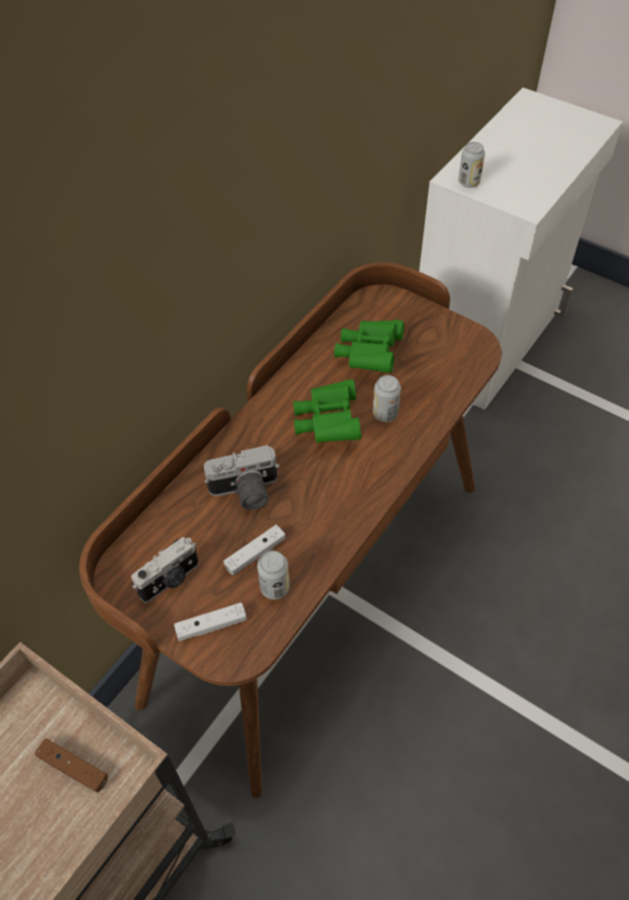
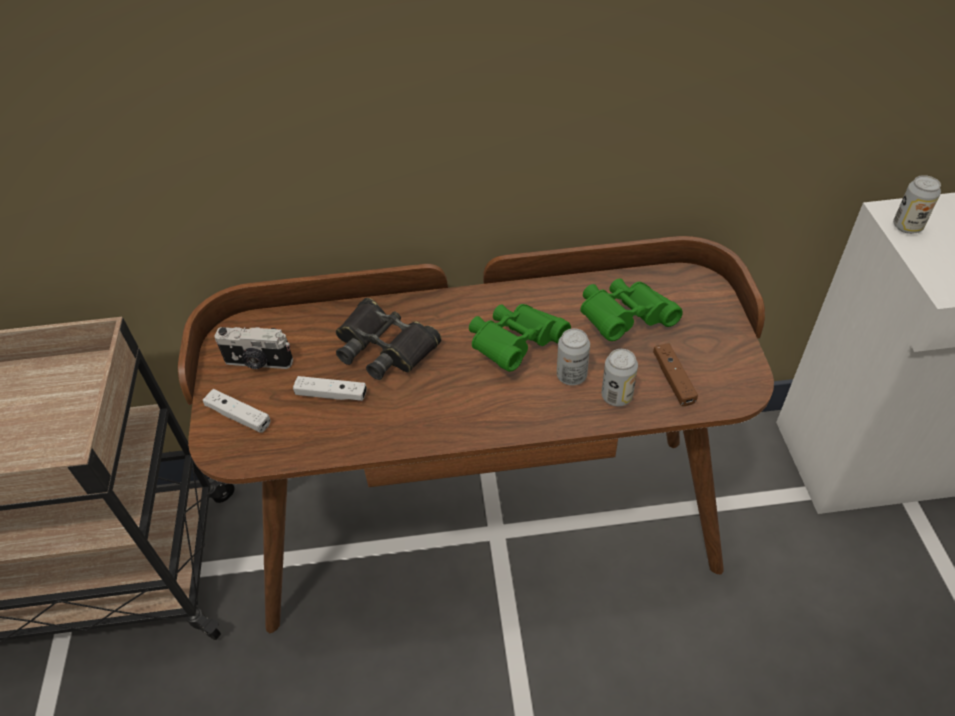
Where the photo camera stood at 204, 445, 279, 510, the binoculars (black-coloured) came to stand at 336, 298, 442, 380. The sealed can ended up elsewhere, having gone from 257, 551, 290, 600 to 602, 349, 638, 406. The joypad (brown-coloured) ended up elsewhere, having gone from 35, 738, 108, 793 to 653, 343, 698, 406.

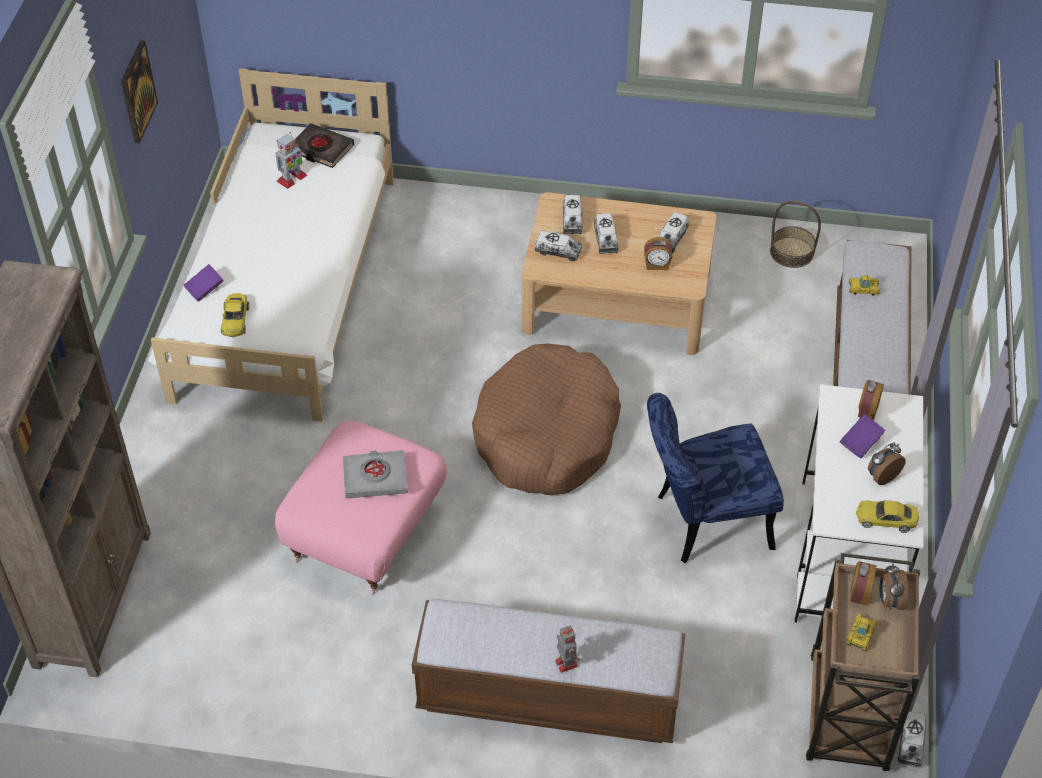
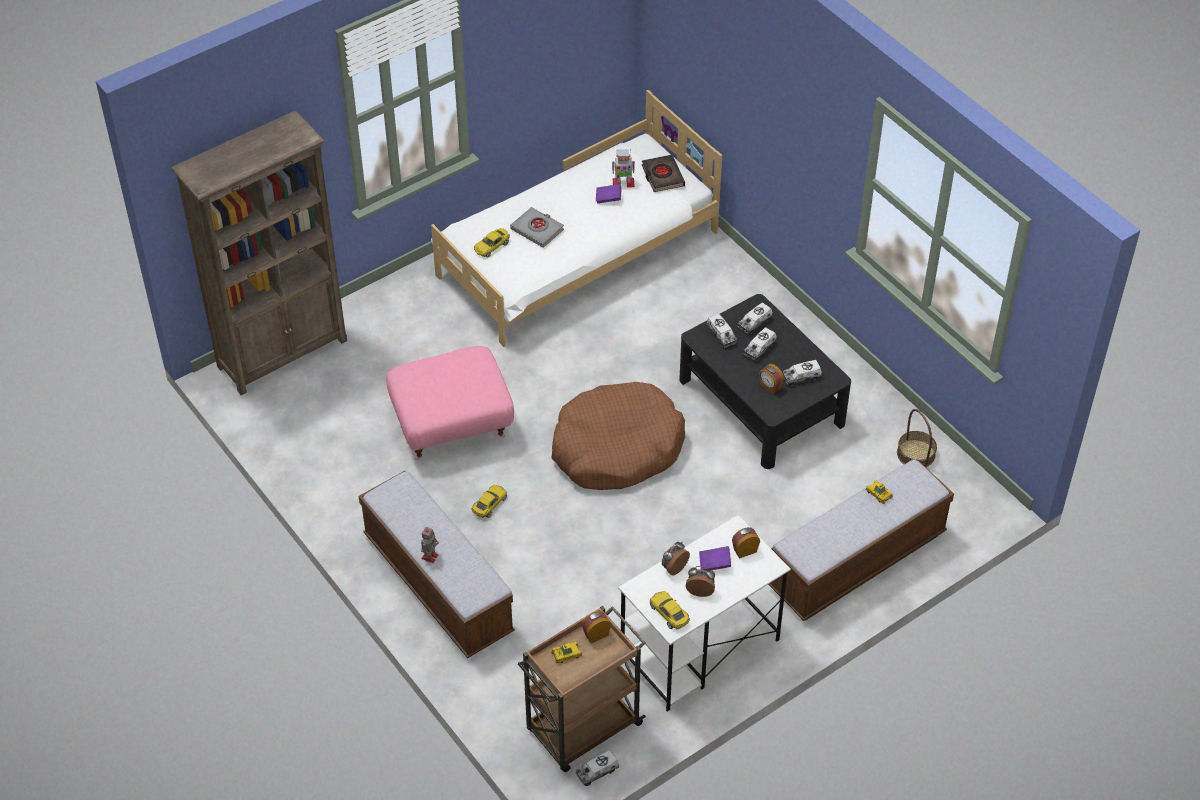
The second view lost the wall picture at 121, 40, 158, 143. What was the low table (sand-coloured) at 522, 192, 716, 355 turned into the low table (black-coloured) at 679, 294, 851, 469. The book (purple) ended up elsewhere, having gone from 183, 264, 224, 302 to 596, 184, 622, 204. The second view lost the chair (bluish) at 647, 393, 784, 563. The book (grey) ended up elsewhere, having gone from 343, 450, 408, 499 to 510, 207, 564, 248. The alarm clock ended up elsewhere, having gone from 880, 564, 909, 610 to 662, 542, 690, 575. The second view gained the toy car (yellowish) at 471, 485, 507, 518.

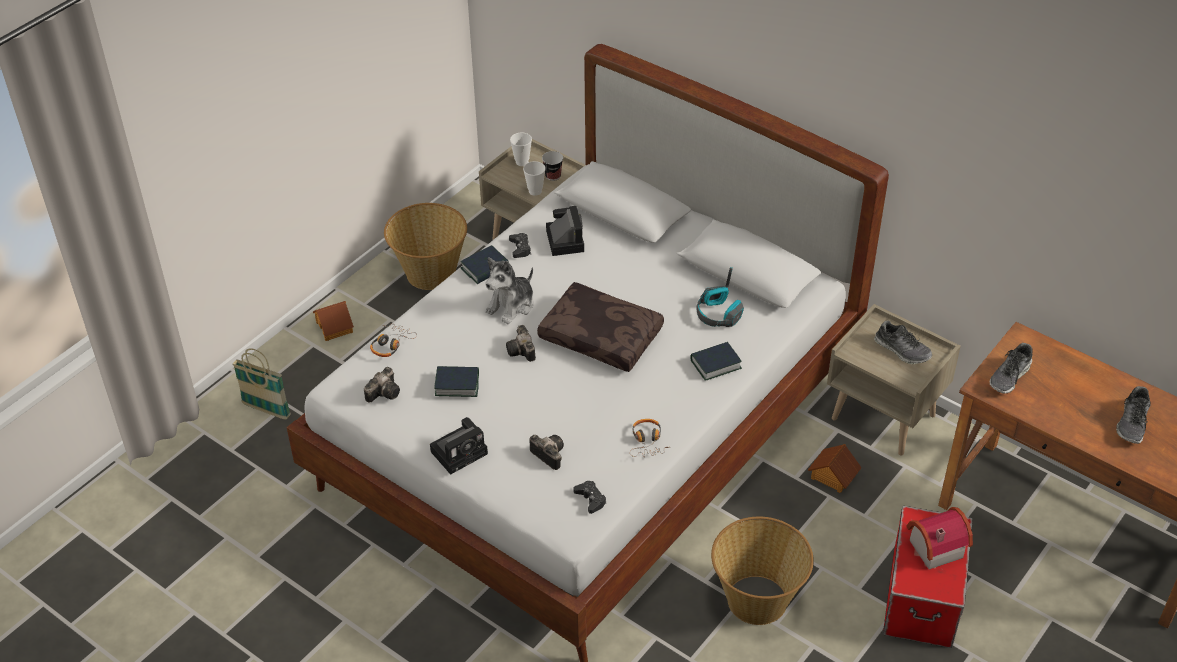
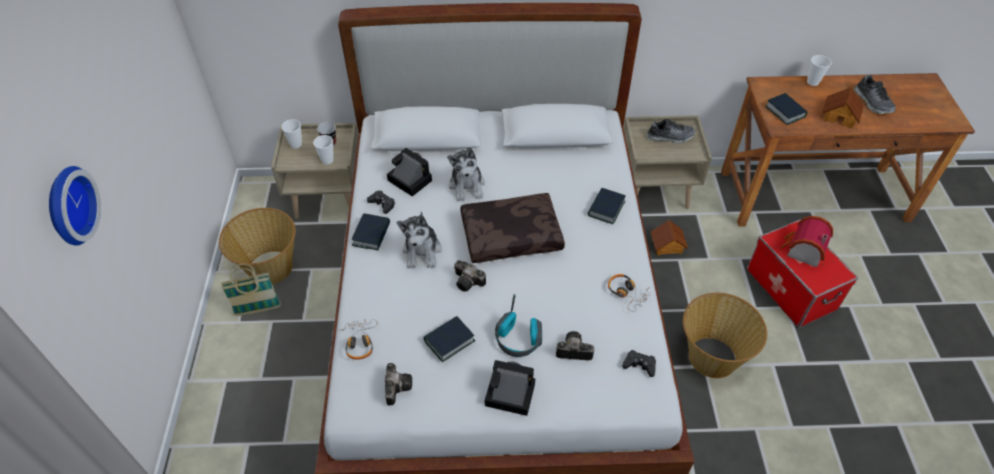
The headset ended up elsewhere, having gone from 697, 267, 744, 327 to 495, 294, 542, 357. The miniature house ended up elsewhere, having gone from 313, 301, 354, 341 to 822, 87, 864, 128. Where the item of footwear stood at 990, 343, 1032, 394, the book came to stand at 766, 93, 807, 125. The storage basket ended up elsewhere, having gone from 233, 348, 291, 420 to 221, 264, 281, 316. The photo camera at 430, 417, 488, 475 ended up facing another way, 90 degrees counterclockwise from before. The second view gained the cup at 807, 55, 832, 86. The second view gained the plush toy at 447, 147, 485, 201. The second view gained the hanging clock at 49, 166, 101, 245.

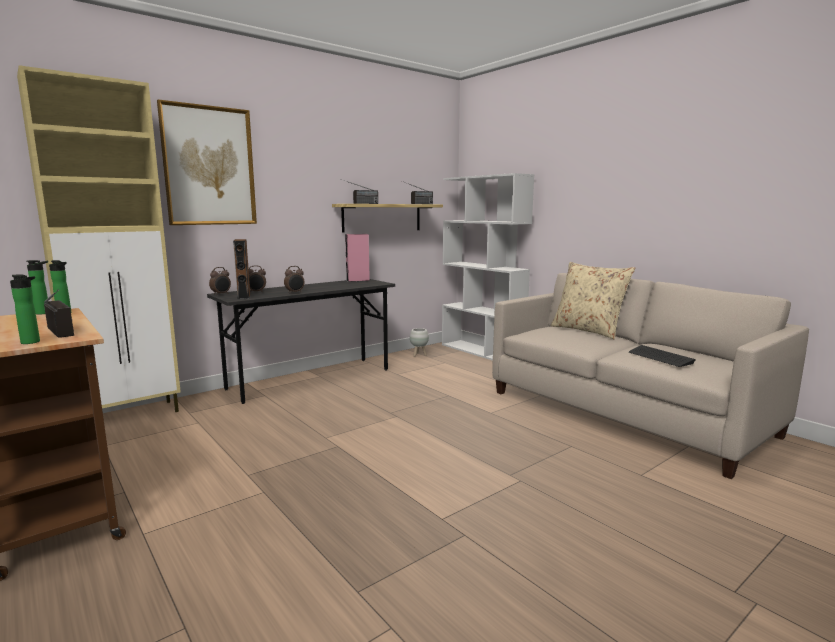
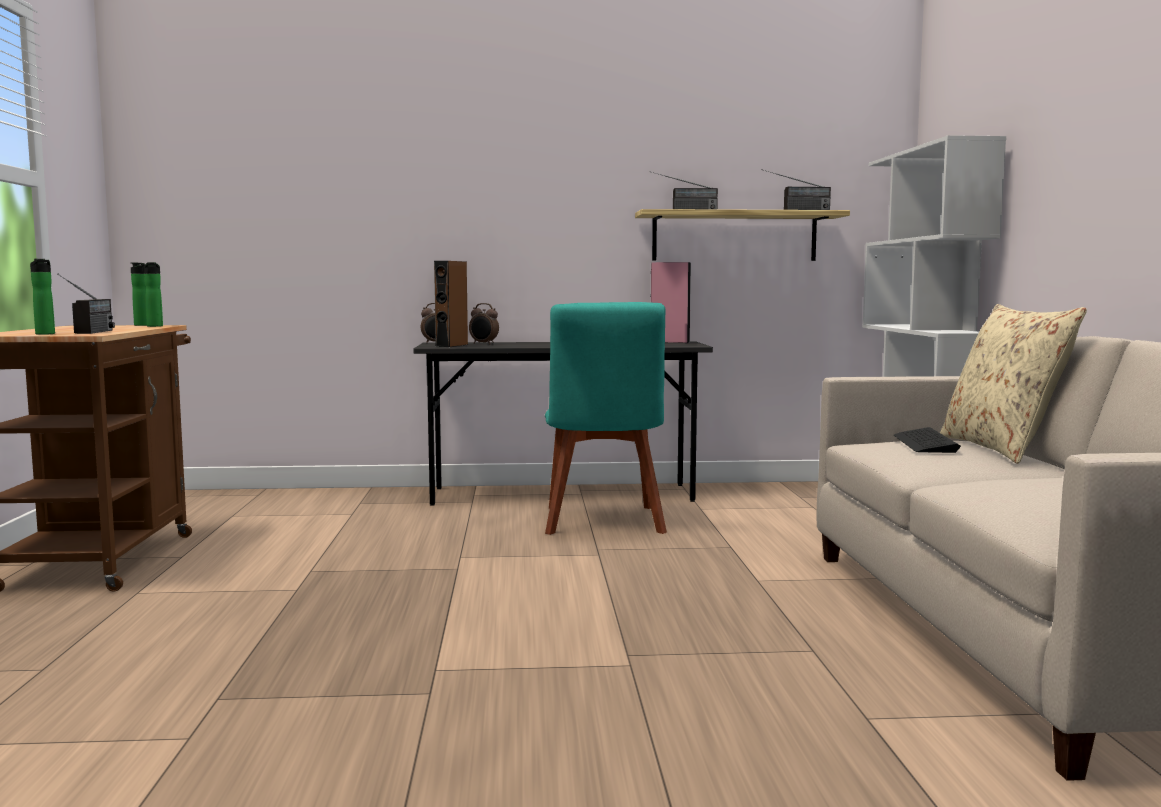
The second view lost the storage cabinet (sand-coloured) at 17, 65, 181, 412. The second view lost the wall picture at 157, 99, 257, 225. The second view lost the alarm clock at 284, 266, 305, 293. The second view lost the plant pot (whitish) at 410, 328, 429, 357. The computer keyboard ended up elsewhere, having gone from 629, 345, 696, 367 to 894, 427, 961, 453. The second view gained the chair (turquoise) at 545, 302, 667, 535.

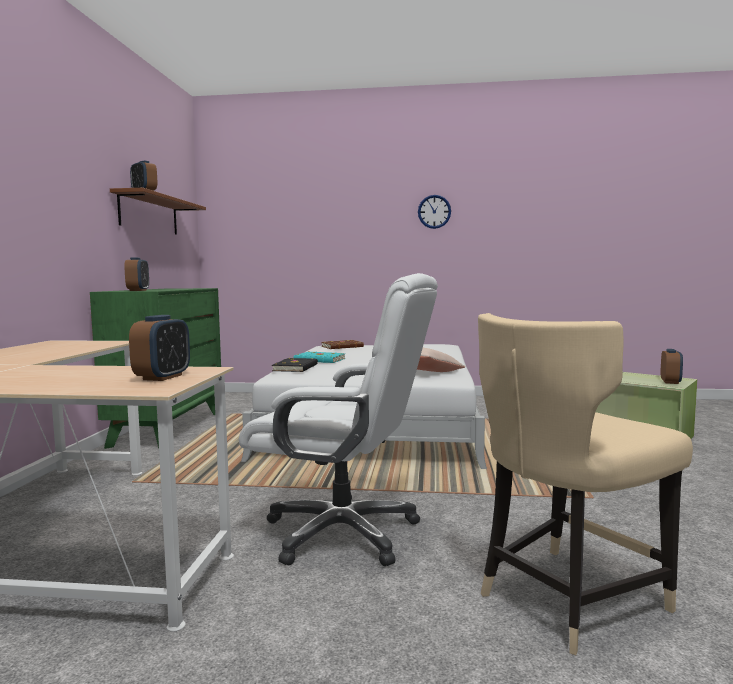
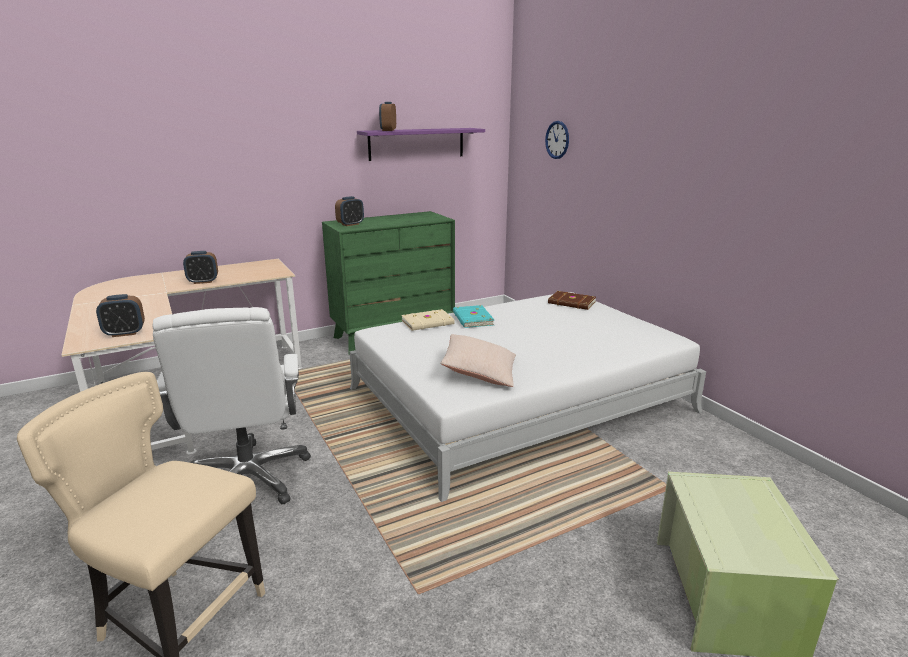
What was the bracket shelf (brown-coloured) at 110, 188, 206, 235 turned into the bracket shelf (purple) at 357, 128, 485, 161. The hanging clock ended up elsewhere, having gone from 418, 195, 451, 229 to 545, 121, 569, 159. The alarm clock ended up elsewhere, having gone from 661, 349, 683, 384 to 183, 251, 218, 284. What was the book (black-coloured) at 272, 358, 318, 372 turned into the book (sand-coloured) at 401, 309, 455, 331.

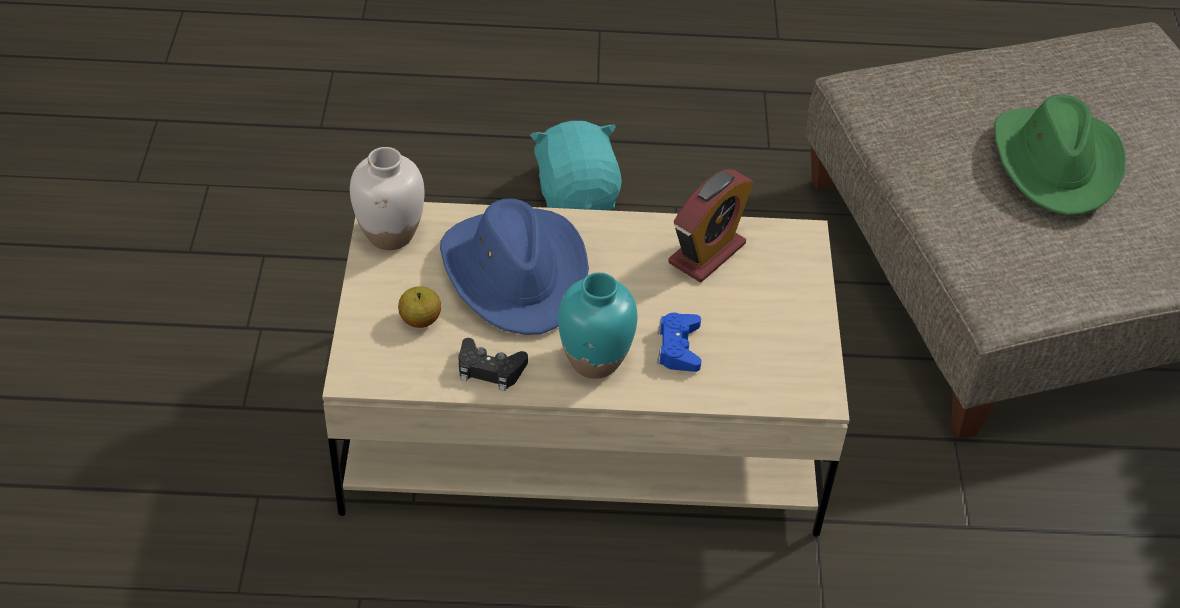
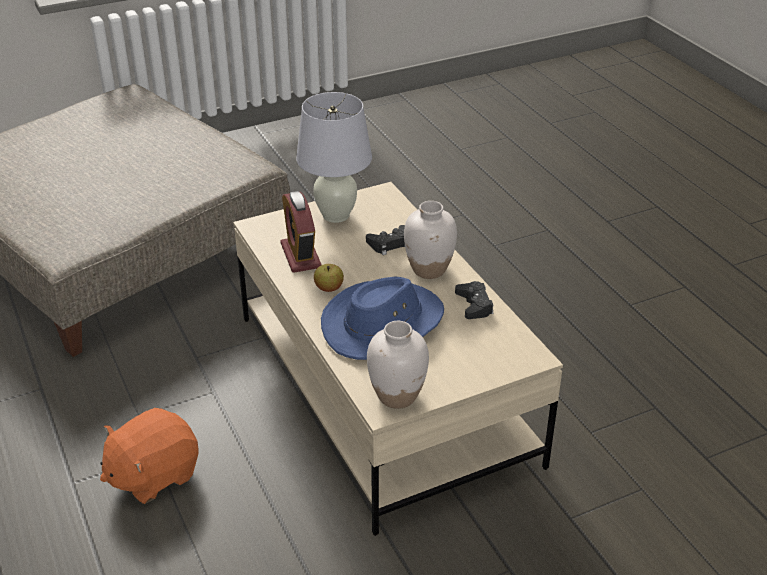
The second view lost the clothing hat (green) at 994, 95, 1126, 215. What was the plush toy (turquoise) at 530, 121, 622, 210 turned into the plush toy (orangey) at 100, 408, 198, 504. The alarm clock at 668, 169, 753, 282 ended up facing another way, 120 degrees counterclockwise from before. What was the flower vase (turquoise) at 558, 272, 638, 379 turned into the flower vase (whitish) at 404, 201, 457, 279. The apple fruit ended up elsewhere, having gone from 398, 286, 441, 328 to 314, 264, 344, 292. What was the joypad (bluish) at 657, 313, 701, 372 turned into the joypad (black-coloured) at 366, 225, 405, 255. The second view gained the lamp for a table (whitish) at 296, 92, 372, 223.

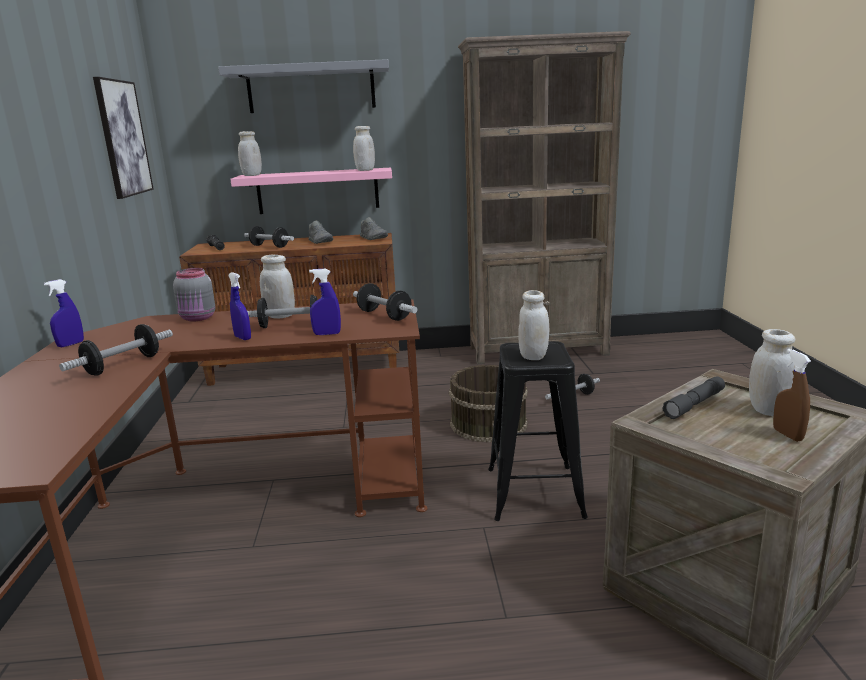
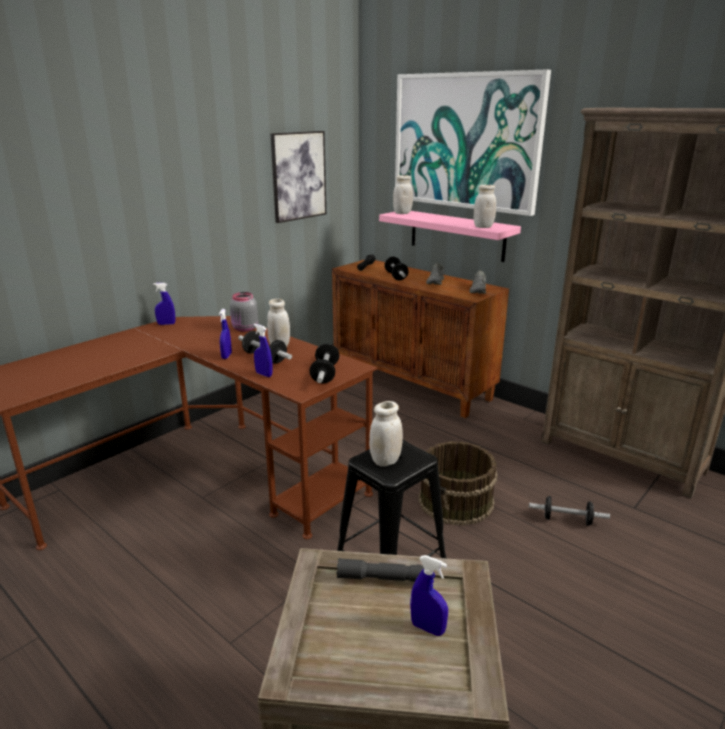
Where the bracket shelf (grey) hung at 218, 59, 389, 113, the wall picture came to hang at 395, 70, 551, 216. The second view lost the hand weight at 59, 324, 173, 376. Where the storage jar (whitish) stood at 749, 329, 796, 416, the spray bottle (bluish) came to stand at 410, 555, 448, 636. The second view lost the spray bottle (brown-coloured) at 773, 349, 811, 442.

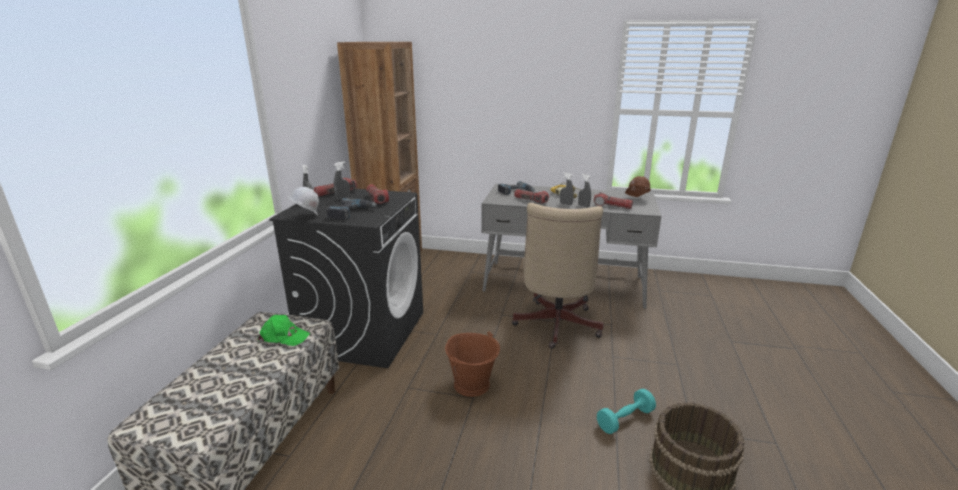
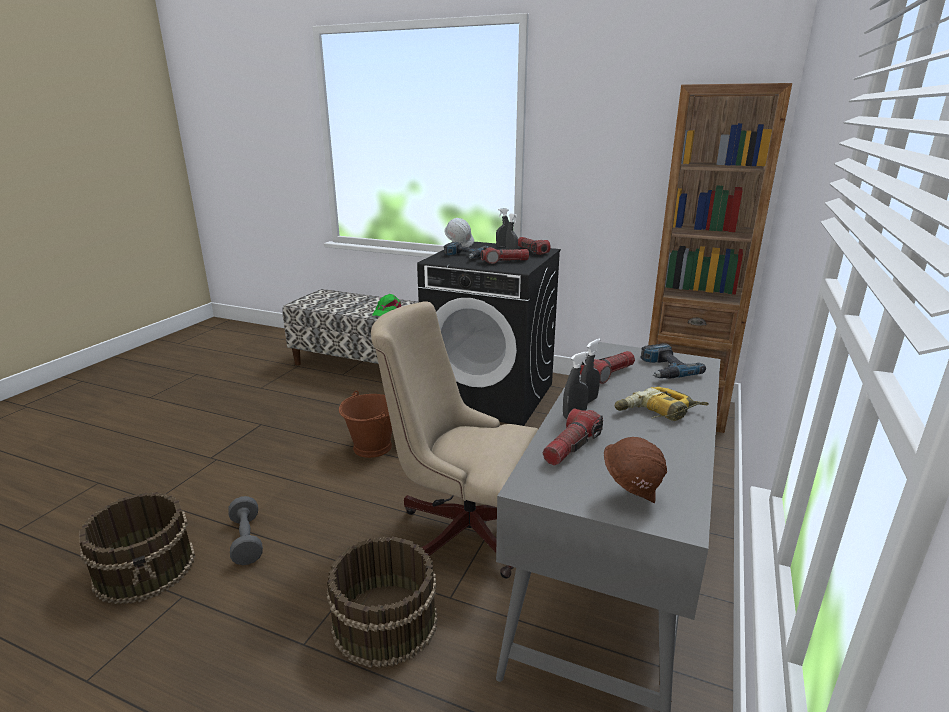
What was the hand weight (turquoise) at 597, 389, 656, 434 turned into the hand weight (grey) at 228, 496, 263, 565. The second view gained the water bucket (brown-coloured) at 326, 536, 438, 668.

